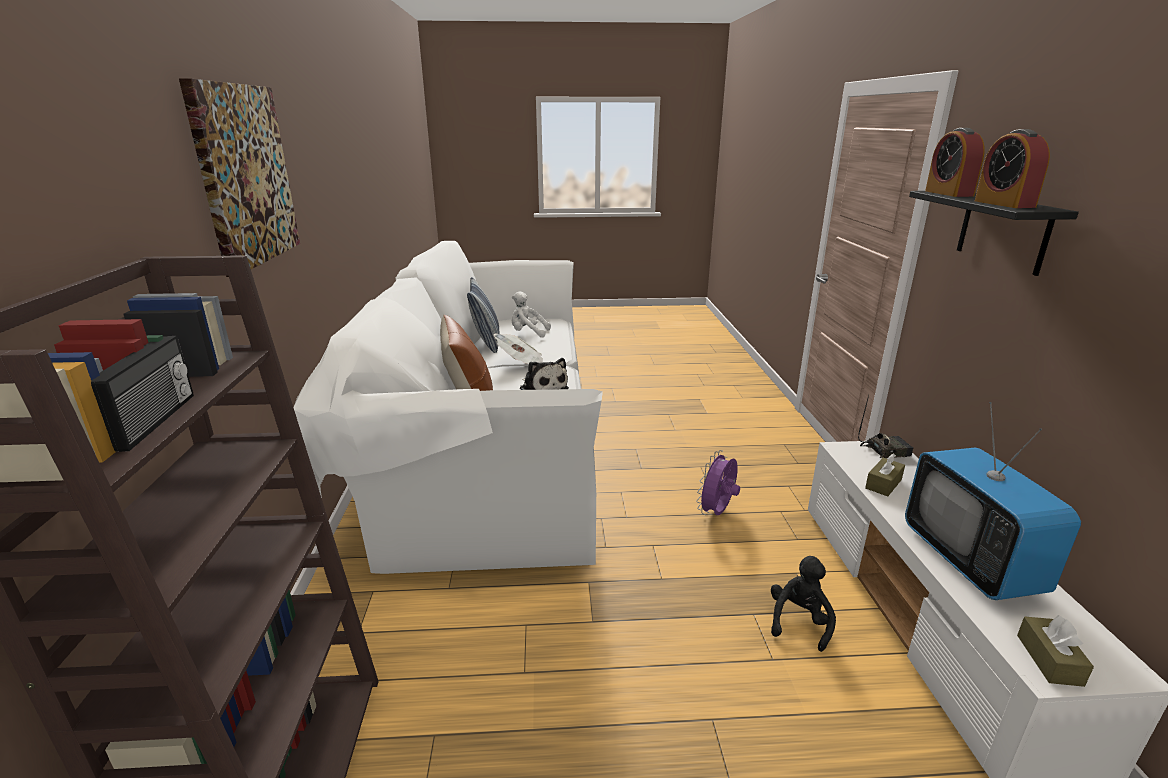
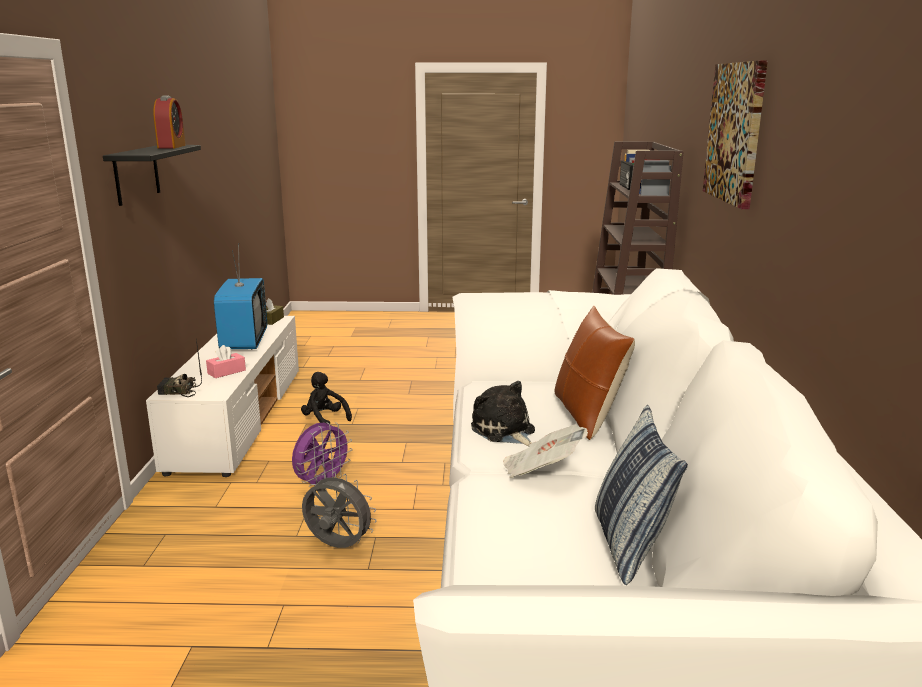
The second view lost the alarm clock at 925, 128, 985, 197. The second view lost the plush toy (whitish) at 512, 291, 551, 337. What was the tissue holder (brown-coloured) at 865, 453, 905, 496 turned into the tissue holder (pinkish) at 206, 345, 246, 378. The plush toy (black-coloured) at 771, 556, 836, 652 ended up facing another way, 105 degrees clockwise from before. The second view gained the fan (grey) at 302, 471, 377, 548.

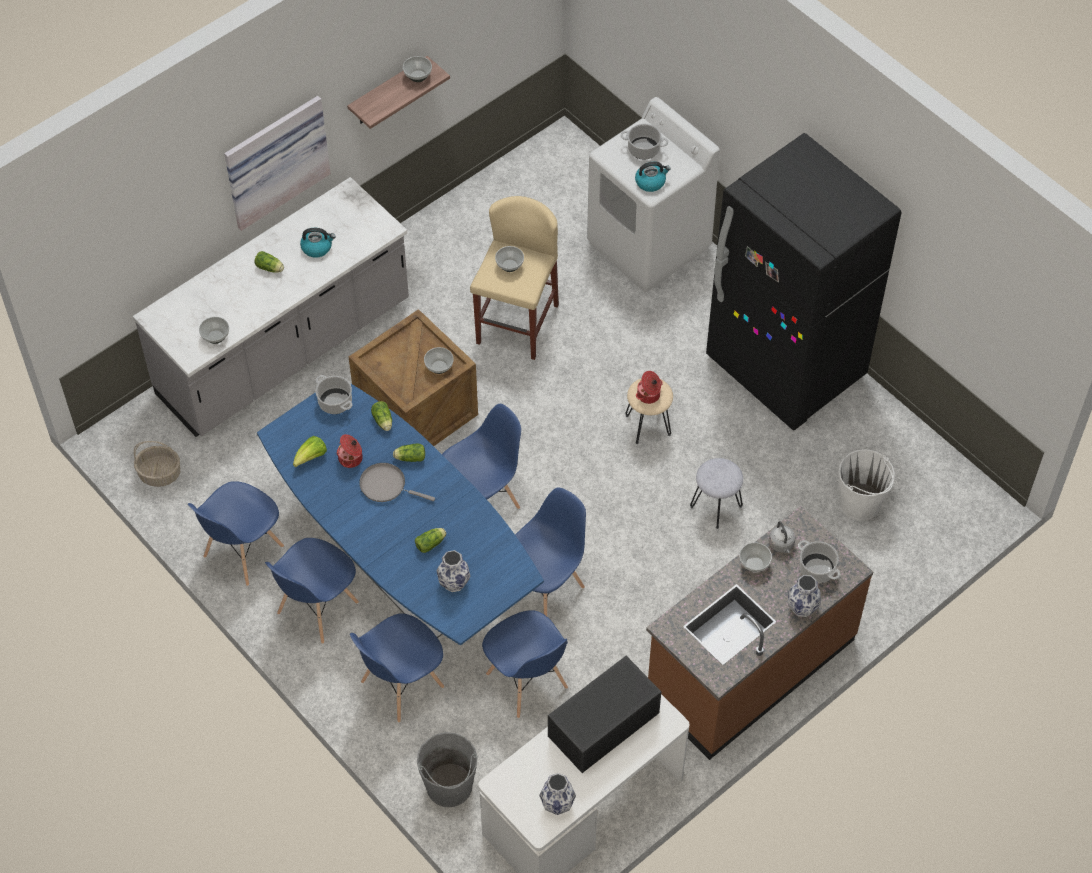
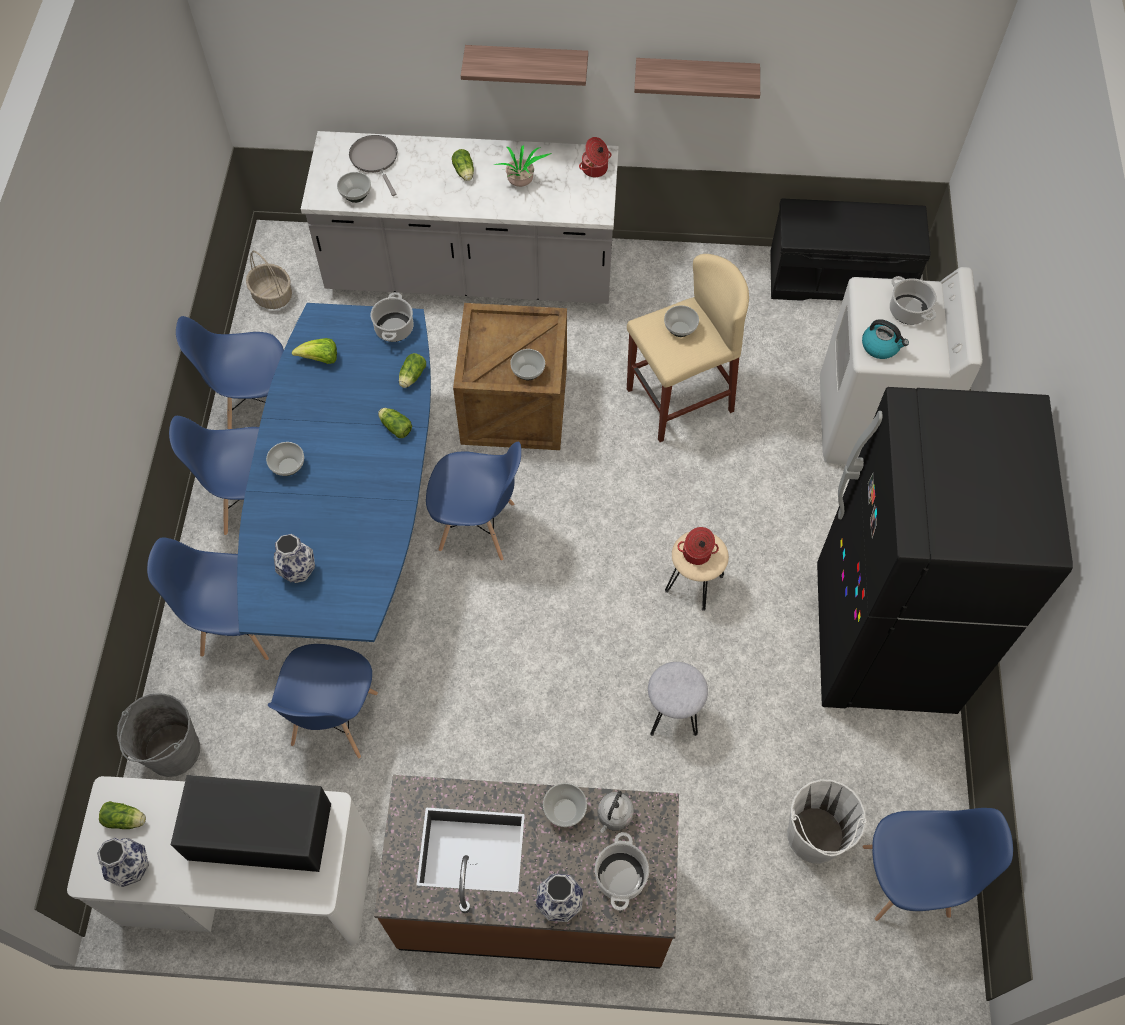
The deep dish ended up elsewhere, having gone from 403, 56, 432, 82 to 266, 442, 304, 476. Where the wall picture hung at 224, 96, 331, 231, the bracket shelf came to hang at 461, 45, 588, 86. Where the water kettle stood at 300, 228, 336, 258, the houseplant came to stand at 494, 145, 552, 187. The saucepot ended up elsewhere, having gone from 337, 434, 363, 468 to 579, 137, 611, 177. The frying pan (grey) ended up elsewhere, having gone from 359, 463, 435, 502 to 349, 135, 397, 196. The chair (bluish) ended up elsewhere, having gone from 515, 487, 586, 616 to 862, 808, 1013, 921. The head of lettuce ended up elsewhere, having gone from 415, 528, 446, 553 to 99, 801, 146, 829. The second view gained the long seat (black-coloured) at 770, 198, 931, 301.

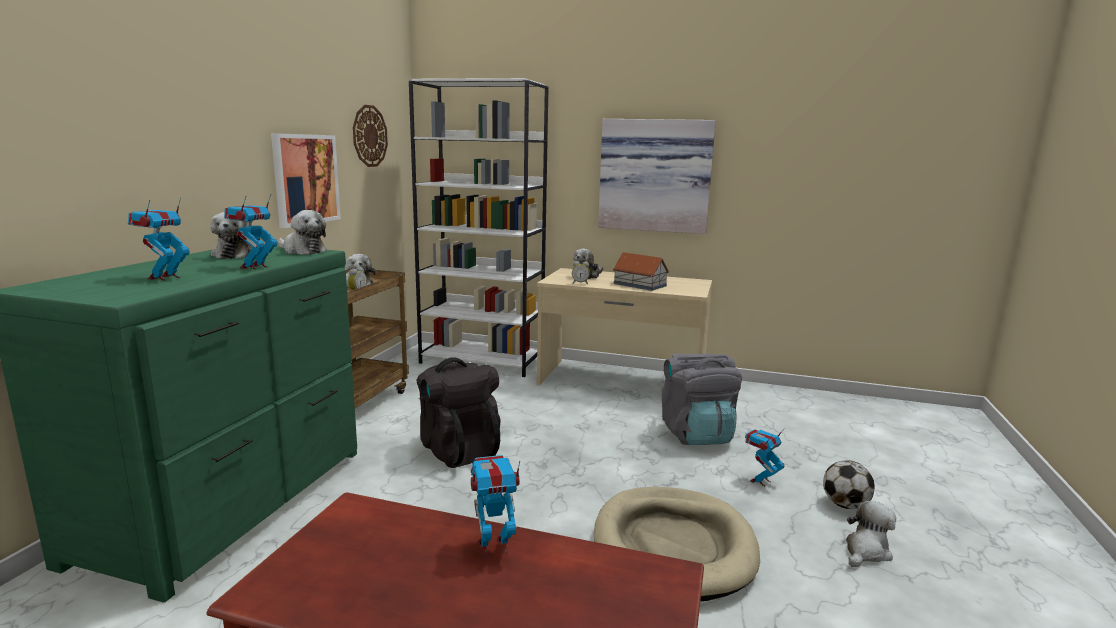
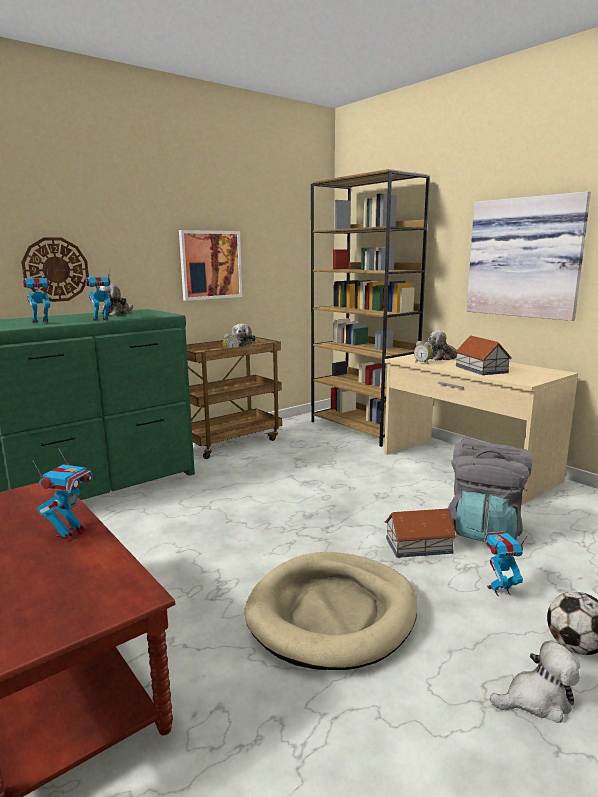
What was the shelving unit (whitish) at 409, 78, 549, 377 turned into the shelving unit (brown-coloured) at 311, 169, 430, 447. The hanging clock ended up elsewhere, having gone from 353, 105, 388, 167 to 21, 237, 89, 302. The second view lost the plush toy at 278, 210, 327, 255. The second view lost the backpack (black-coloured) at 417, 358, 501, 468. The model robot at 471, 455, 520, 557 ended up facing another way, 90 degrees clockwise from before. The second view gained the miniature house at 385, 509, 457, 558.

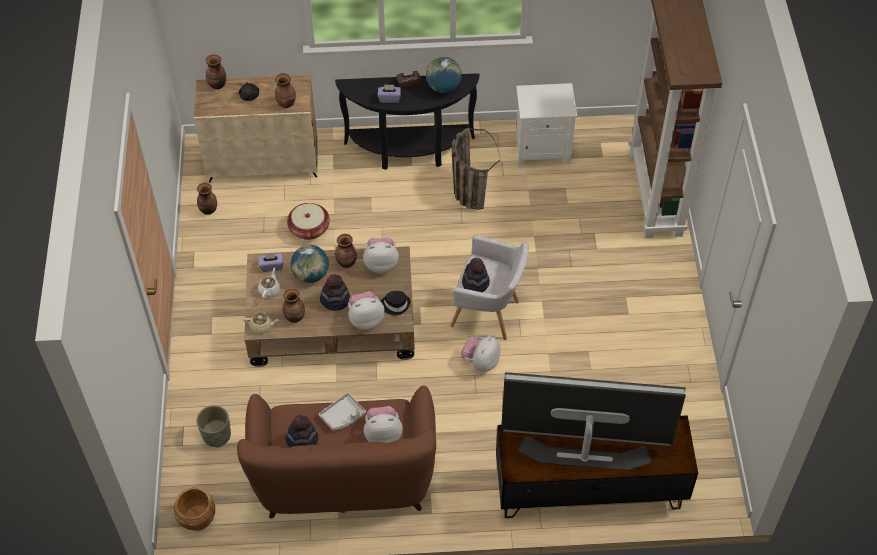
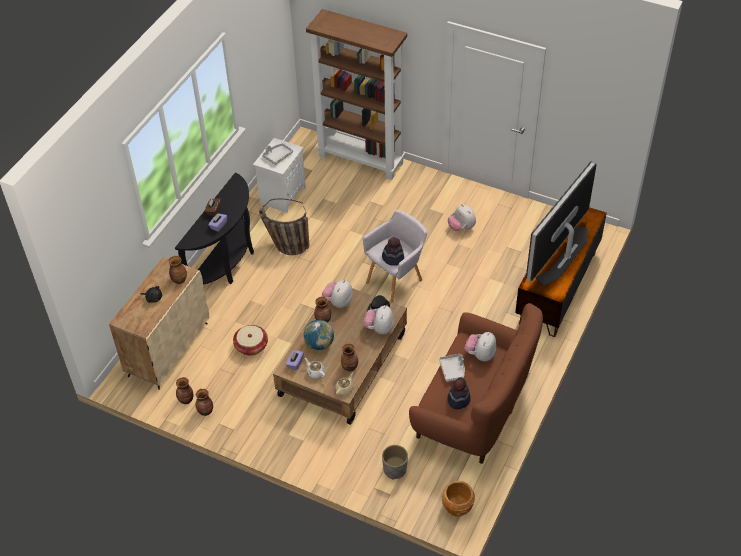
The flower vase ended up elsewhere, having gone from 206, 54, 226, 89 to 196, 389, 213, 416. The second view lost the globe at 426, 57, 462, 93. The second view lost the clothing hat at 320, 274, 350, 311. The plush toy ended up elsewhere, having gone from 461, 336, 500, 372 to 448, 204, 476, 231. The second view gained the tray (grey) at 262, 143, 293, 165.

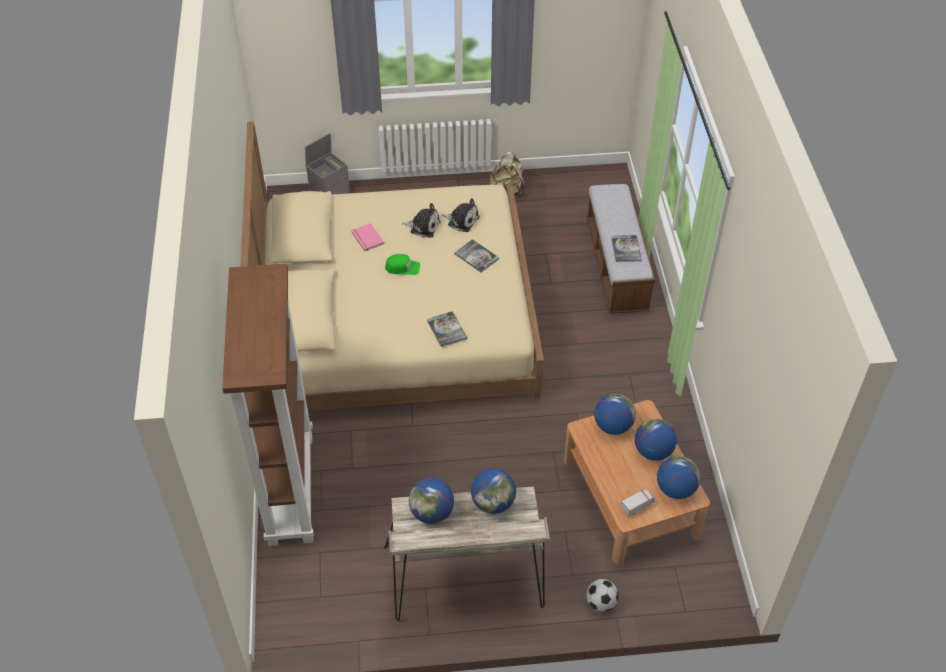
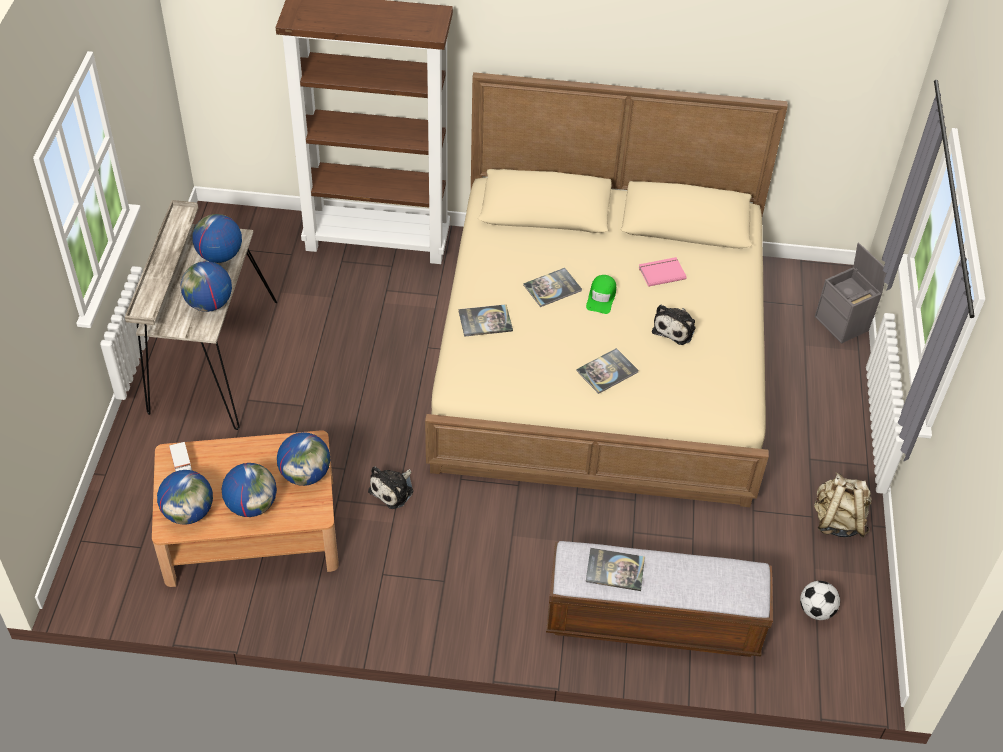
The plush toy ended up elsewhere, having gone from 441, 198, 480, 232 to 368, 466, 413, 509. The football ended up elsewhere, having gone from 586, 579, 618, 612 to 800, 581, 840, 620. The second view gained the book at 523, 268, 582, 307.

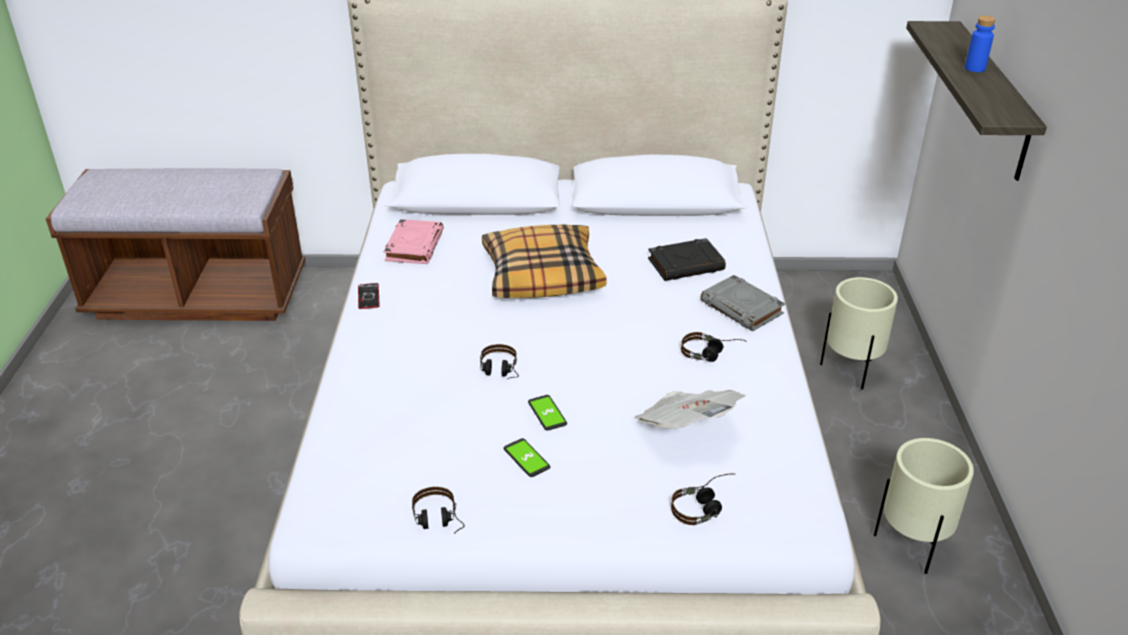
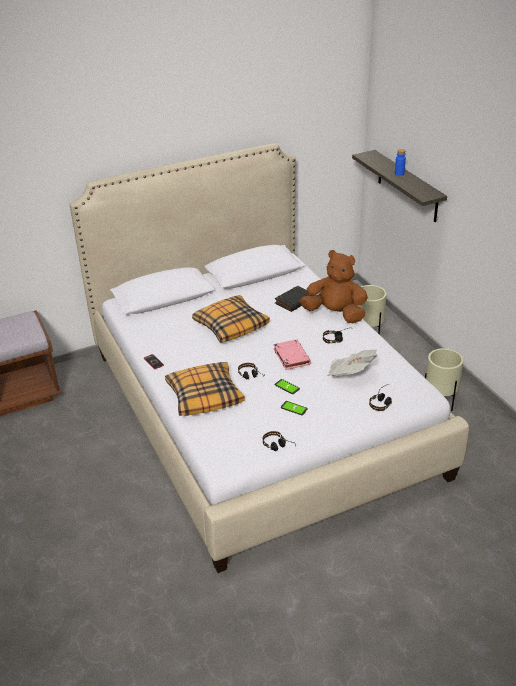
The book (pinkish) ended up elsewhere, having gone from 384, 219, 443, 264 to 274, 339, 311, 370. Where the book (grey) stood at 700, 275, 785, 331, the plush toy (brown-coloured) came to stand at 300, 250, 368, 323. The second view gained the cushion at 165, 362, 245, 416.

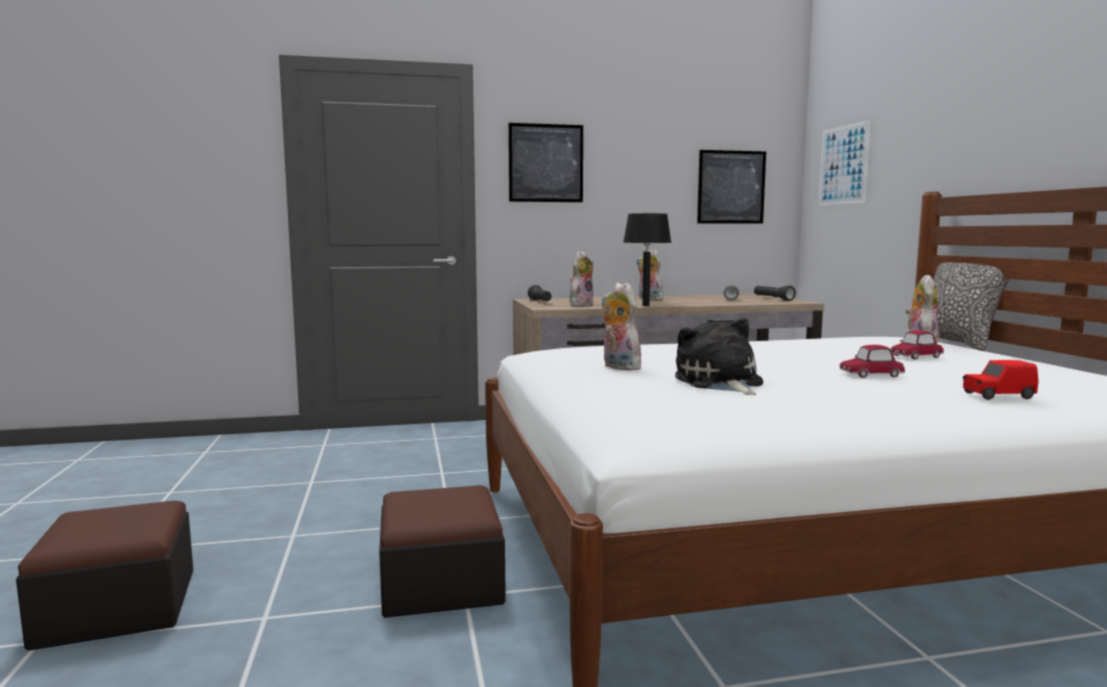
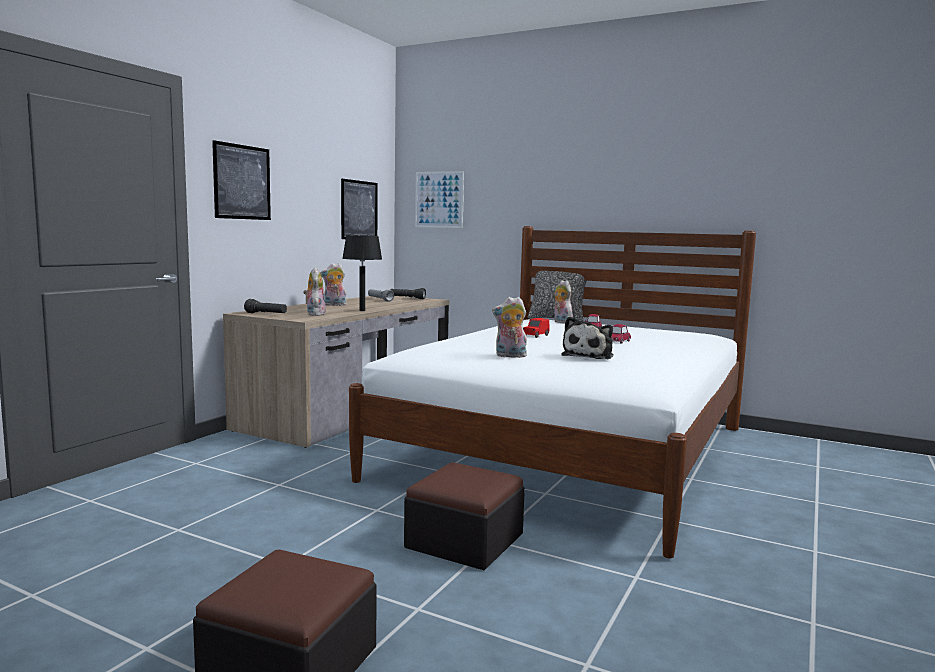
The plush toy at 675, 318, 763, 395 ended up facing another way, 90 degrees counterclockwise from before. The toy car (red) ended up elsewhere, having gone from 963, 360, 1039, 400 to 523, 318, 550, 338.

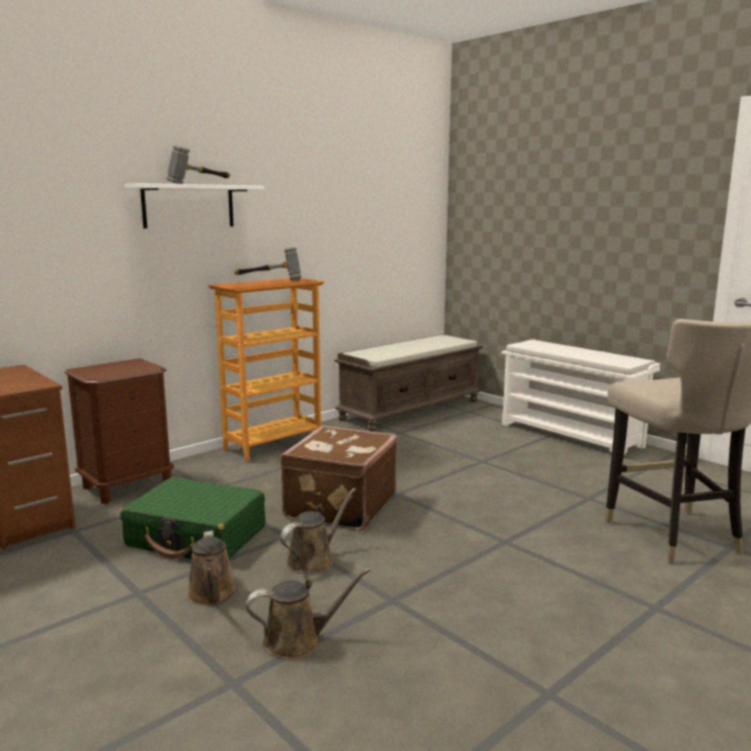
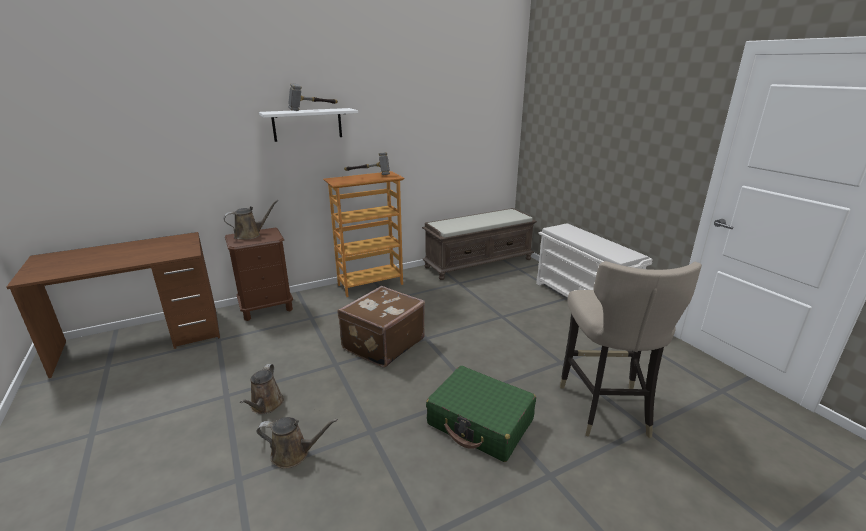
The travel case (green) ended up elsewhere, having gone from 120, 477, 265, 560 to 426, 366, 536, 462. The sprinkling can (brown-coloured) ended up elsewhere, having gone from 280, 488, 356, 574 to 223, 200, 278, 240.

